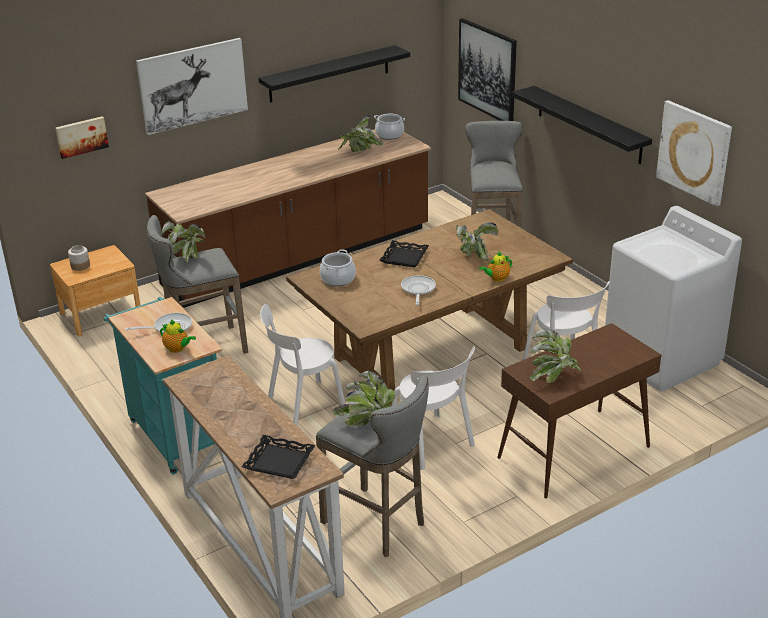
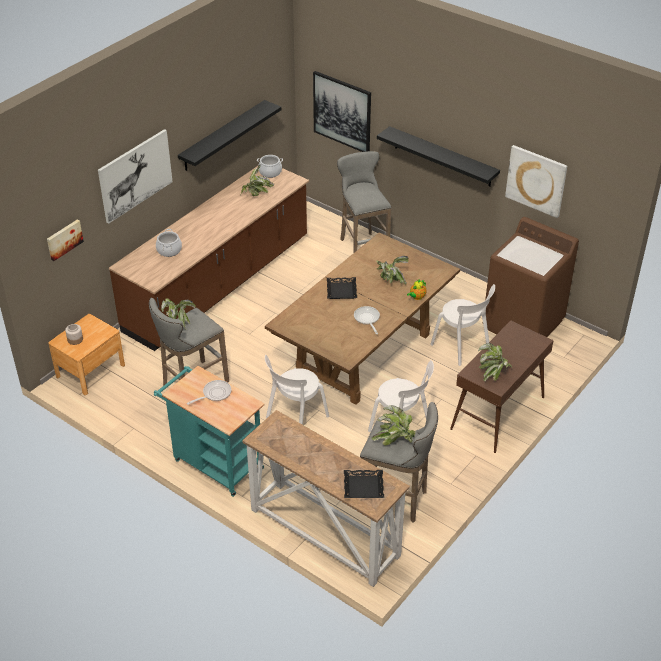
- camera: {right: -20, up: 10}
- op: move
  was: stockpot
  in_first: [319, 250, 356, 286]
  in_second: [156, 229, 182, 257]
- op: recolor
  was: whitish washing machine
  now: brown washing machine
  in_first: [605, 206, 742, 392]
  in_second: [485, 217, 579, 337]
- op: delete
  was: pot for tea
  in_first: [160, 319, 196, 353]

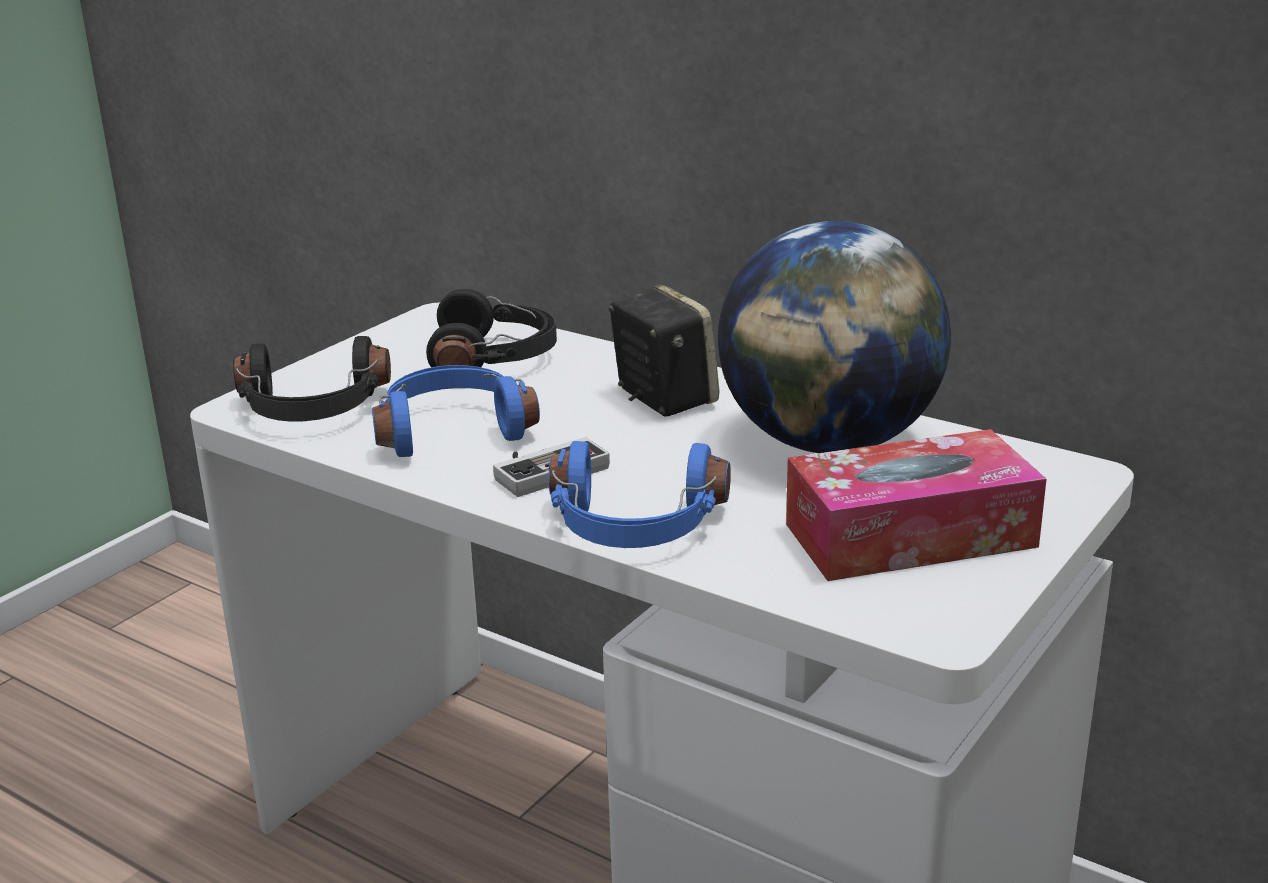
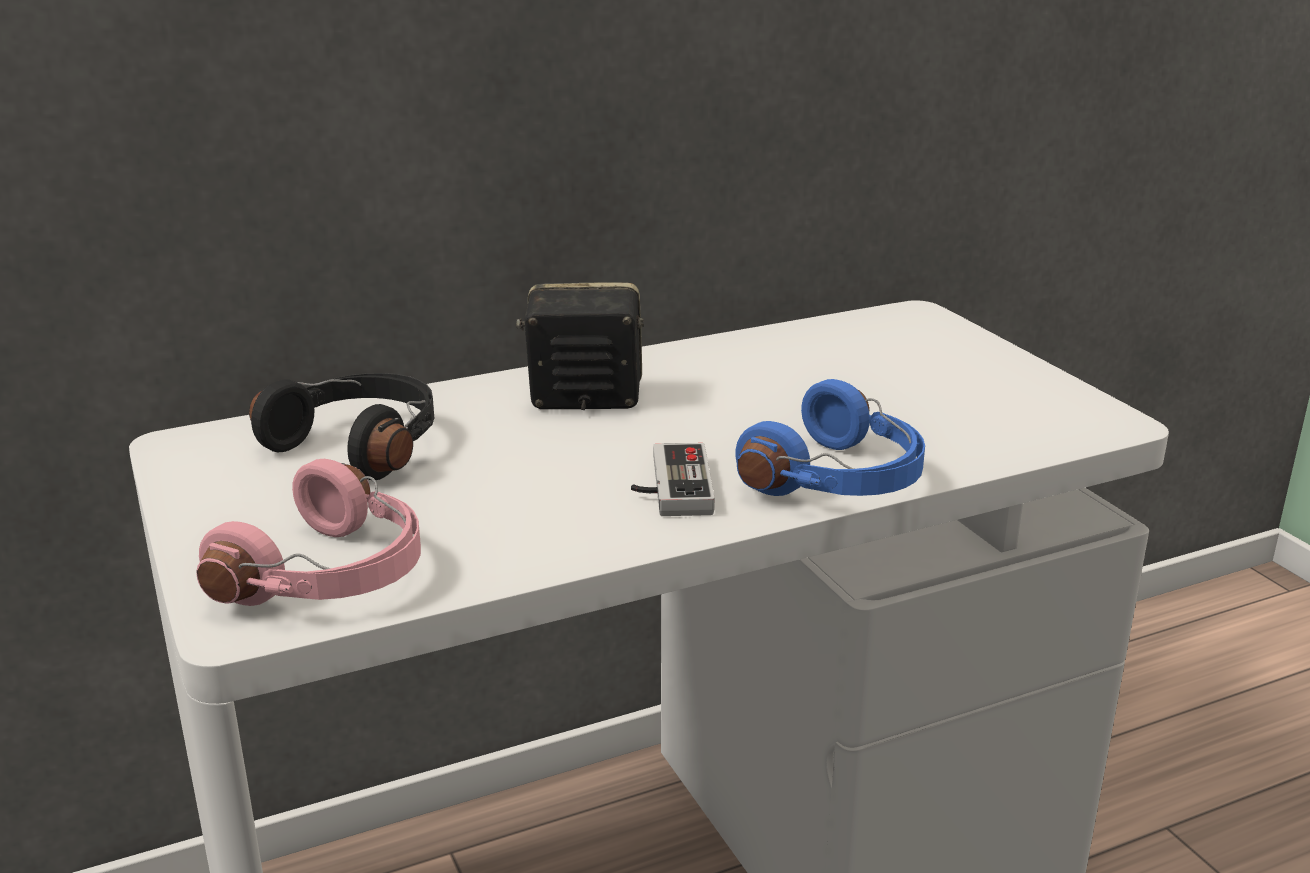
- camera: {right: -60, up: 0}
- op: recolor
  was: black-coloured headset
  now: pinkish headset
  in_first: [233, 336, 391, 422]
  in_second: [196, 459, 421, 606]
- op: delete
  was: bluish headset
  in_first: [372, 365, 540, 457]
- op: delete
  was: globe
  in_first: [718, 221, 951, 453]
- op: delete
  was: tissue box
  in_first: [786, 429, 1046, 581]

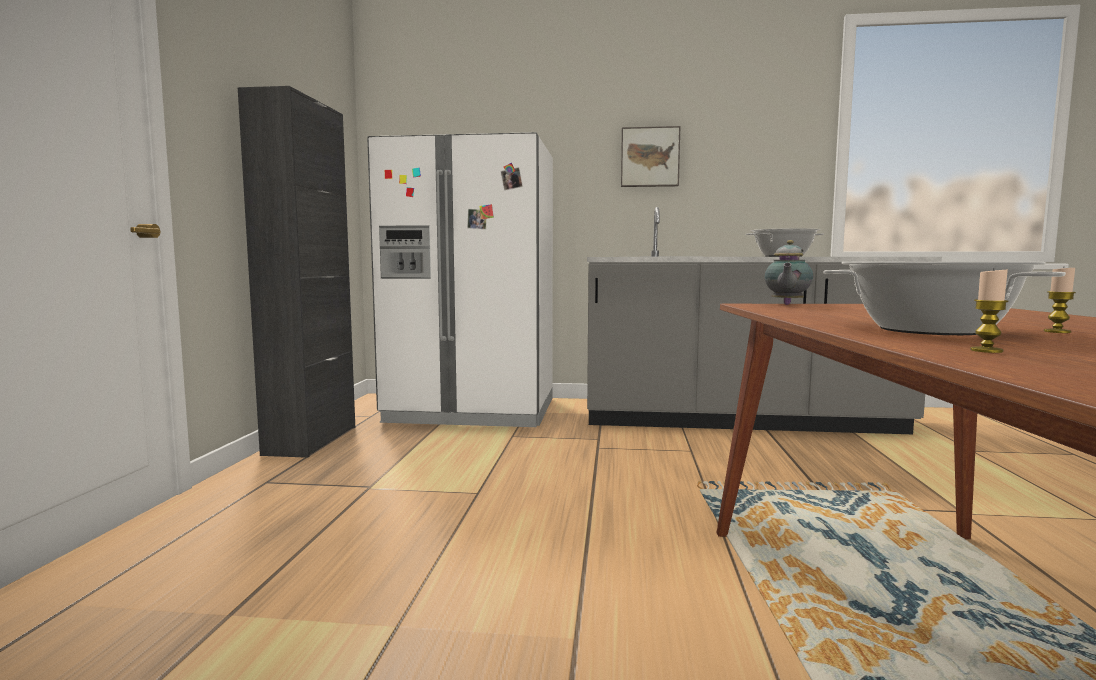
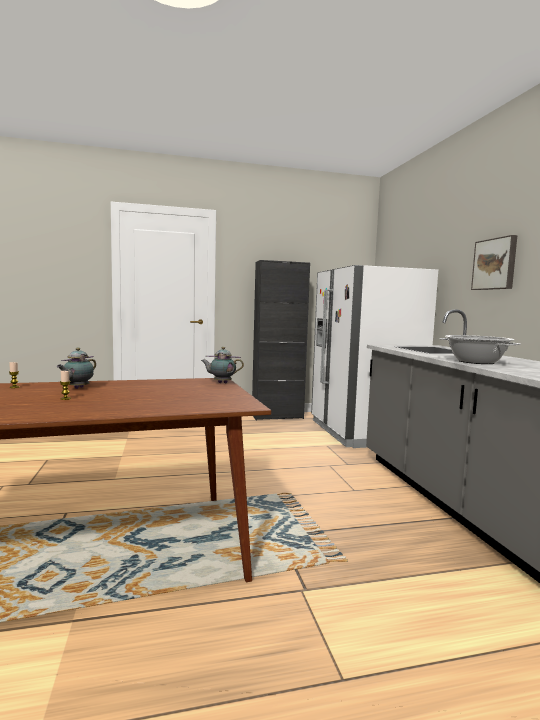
- camera: {right: 70, up: 0}
- op: replace
  was: stockpot
  now: pot for tea
  in_first: [823, 262, 1066, 335]
  in_second: [57, 348, 96, 389]

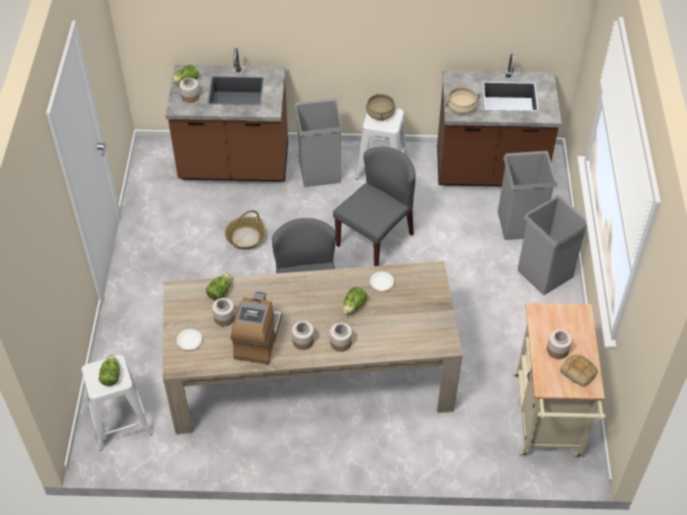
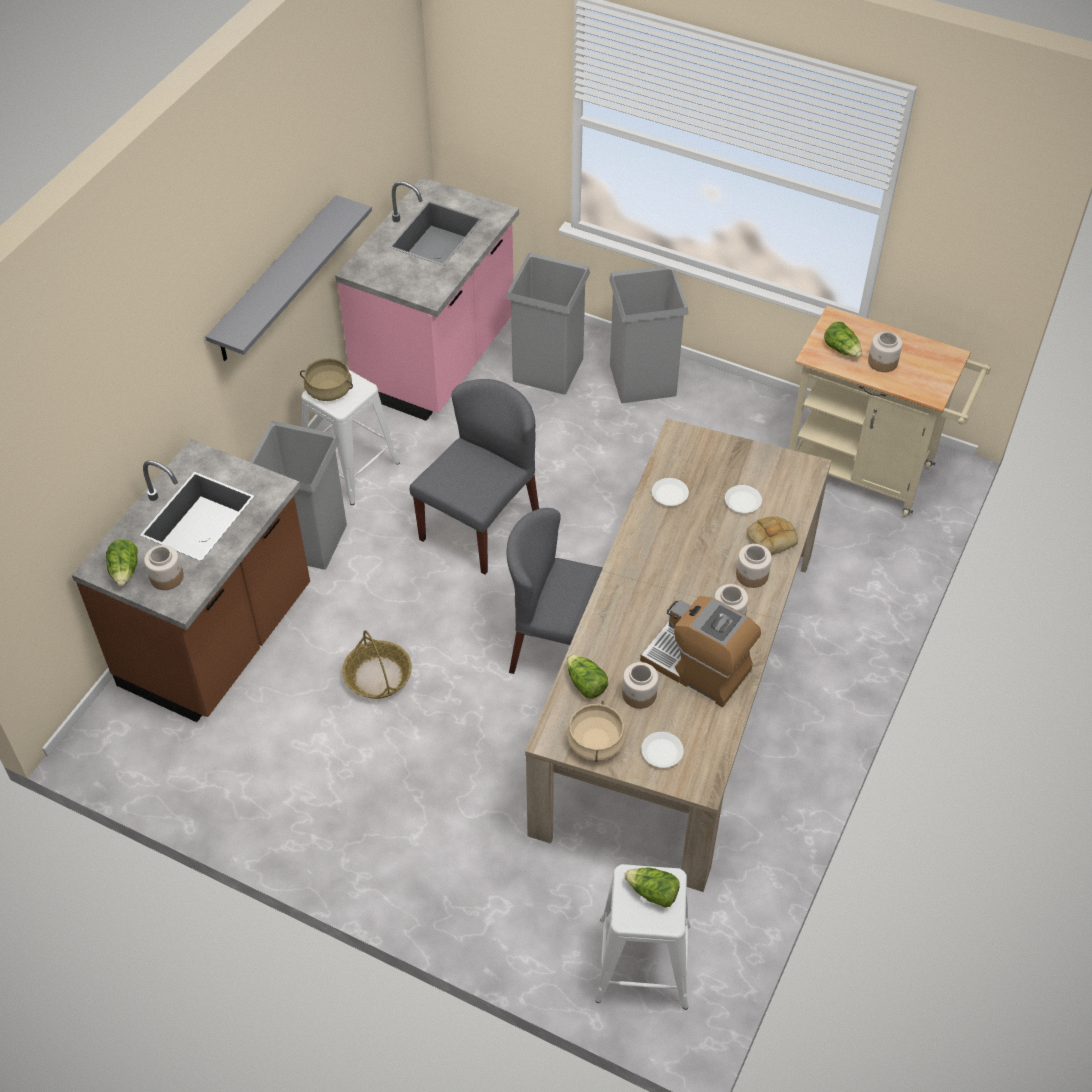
- camera: {right: -65, up: 0}
- op: insert
  now: greyish wall shelf
  in_second: [206, 195, 372, 361]
- op: recolor
  was: brown counter
  now: pinkish counter
  in_first: [437, 54, 561, 186]
  in_second: [335, 177, 519, 421]
- op: rotate
  was: greyish upright chair
  in_first: [333, 147, 416, 266]
  in_second: [410, 379, 539, 575]
  clockwise: 60
- op: move
  was: beige-coloured stockpot
  in_first: [446, 87, 480, 114]
  in_second: [567, 701, 626, 762]
- op: insert
  now: whitish flat dish
  in_second: [725, 485, 762, 513]
- op: move
  was: baked bread
  in_first: [560, 355, 598, 387]
  in_second: [747, 516, 798, 555]
- op: move
  was: head of lettuce
  in_first: [343, 287, 367, 314]
  in_second: [824, 322, 862, 358]

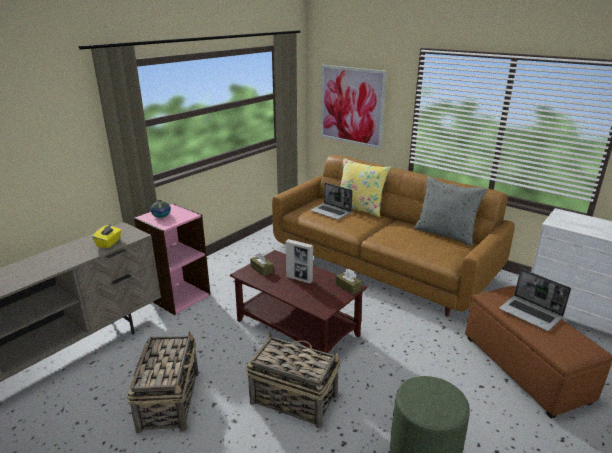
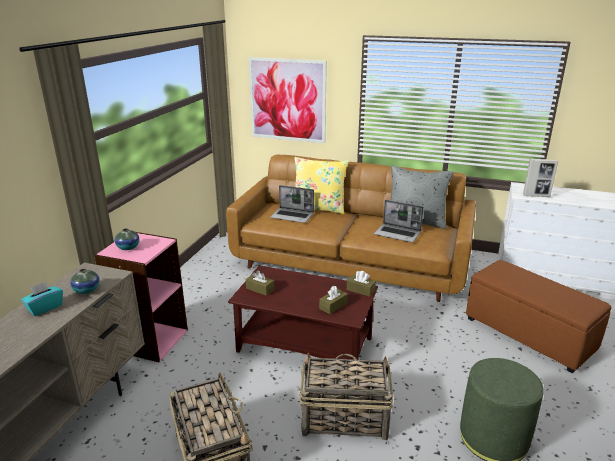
- camera: {right: -20, up: 0}
- op: insert
  now: blue-green tissue box
  in_second: [21, 281, 63, 316]
- op: replace
  was: yellowish tissue box
  now: flower vase
  in_first: [92, 223, 122, 248]
  in_second: [70, 269, 100, 294]
- op: insert
  now: brown tissue box
  in_second: [319, 286, 348, 314]
- op: move
  was: laptop
  in_first: [499, 269, 571, 331]
  in_second: [374, 200, 424, 243]
- op: move
  was: standing frame
  in_first: [286, 239, 313, 284]
  in_second: [523, 159, 558, 197]

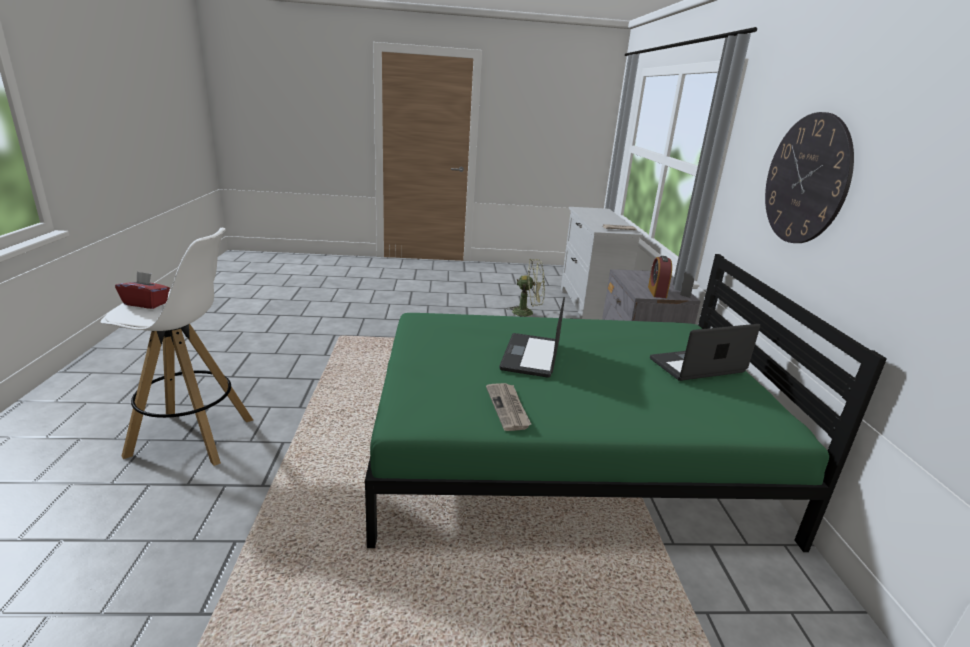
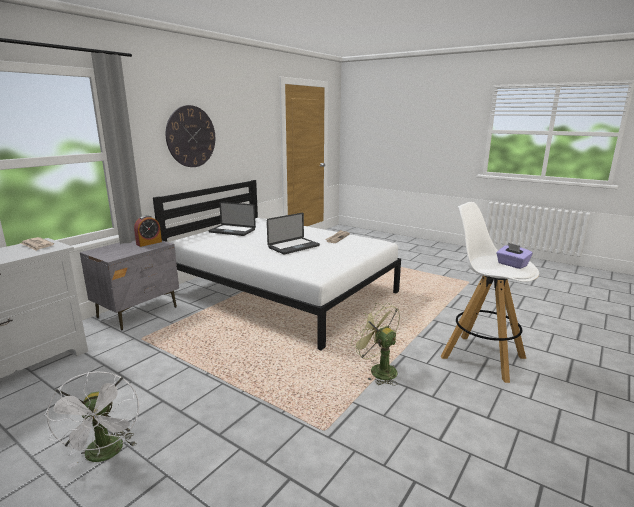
- camera: {right: -140, up: -5}
- op: insert
  now: whitish fan
  in_second: [45, 372, 139, 468]
- op: recolor
  was: greenish bed
  now: whitish bed
  in_first: [365, 254, 887, 552]
  in_second: [153, 180, 401, 350]
- op: move
  was: greenish fan
  in_first: [508, 259, 545, 317]
  in_second: [351, 303, 400, 386]
- op: recolor
  was: reddish tissue box
  now: purple-coloured tissue box
  in_first: [115, 271, 170, 309]
  in_second: [496, 243, 533, 269]

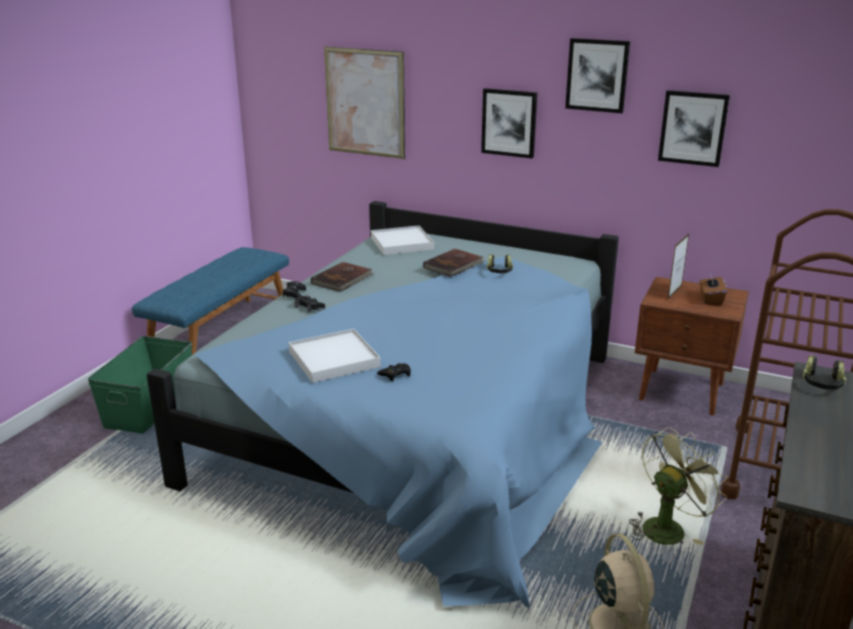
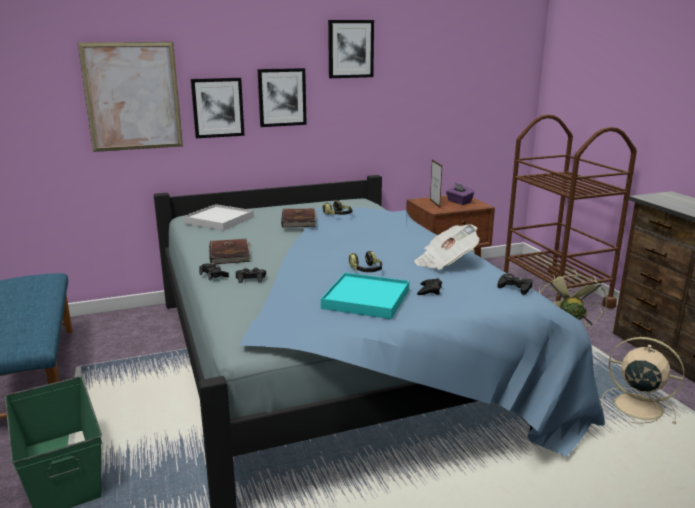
- camera: {right: -45, up: -5}
- op: move
  was: wall art
  in_first: [658, 90, 730, 167]
  in_second: [191, 78, 245, 138]
- op: recolor
  was: whitish carrying tray
  now: blue-green carrying tray
  in_first: [289, 329, 381, 383]
  in_second: [321, 273, 409, 319]
- op: move
  was: headset
  in_first: [803, 355, 846, 390]
  in_second: [349, 251, 382, 272]
- op: insert
  now: daily paper
  in_second: [414, 224, 480, 270]
- op: recolor
  was: brown tissue box
  now: purple-coloured tissue box
  in_first: [699, 272, 727, 306]
  in_second: [446, 183, 474, 205]
- op: insert
  now: black-coloured game controller
  in_second: [497, 274, 533, 295]

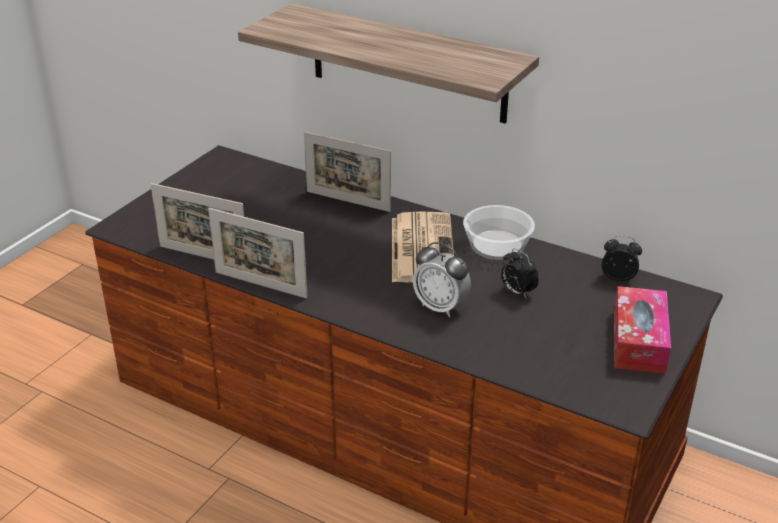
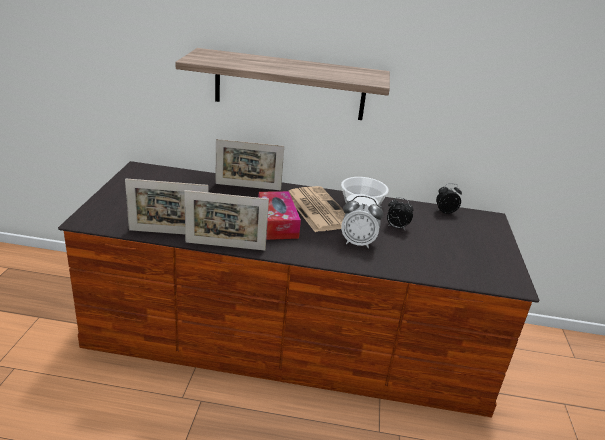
- camera: {right: -25, up: -5}
- op: move
  was: tissue box
  in_first: [614, 286, 671, 374]
  in_second: [258, 191, 301, 240]

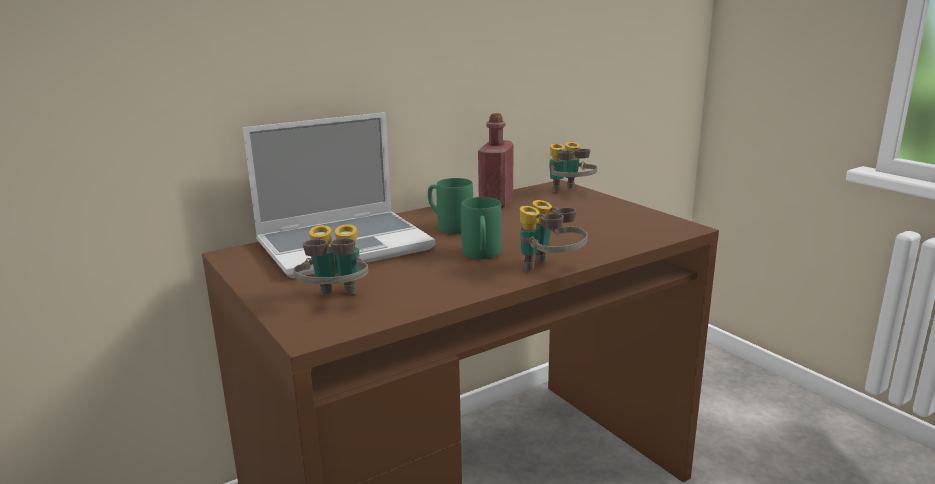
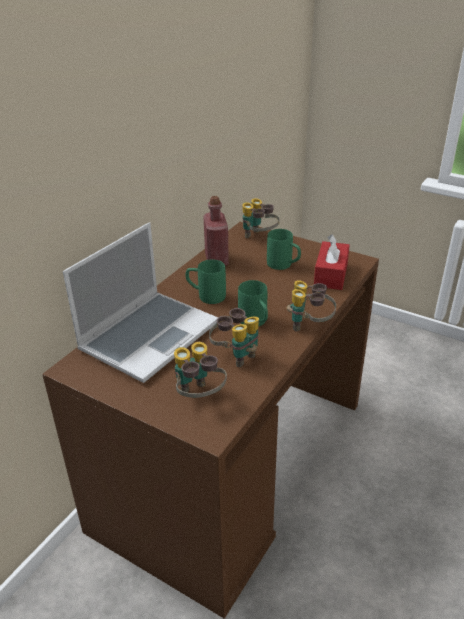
- camera: {right: -25, up: 15}
- op: insert
  now: field glasses
  in_second: [209, 308, 259, 367]
- op: insert
  now: greenish coffee mug
  in_second: [267, 229, 301, 270]
- op: insert
  now: reddish tissue box
  in_second: [314, 235, 350, 290]

